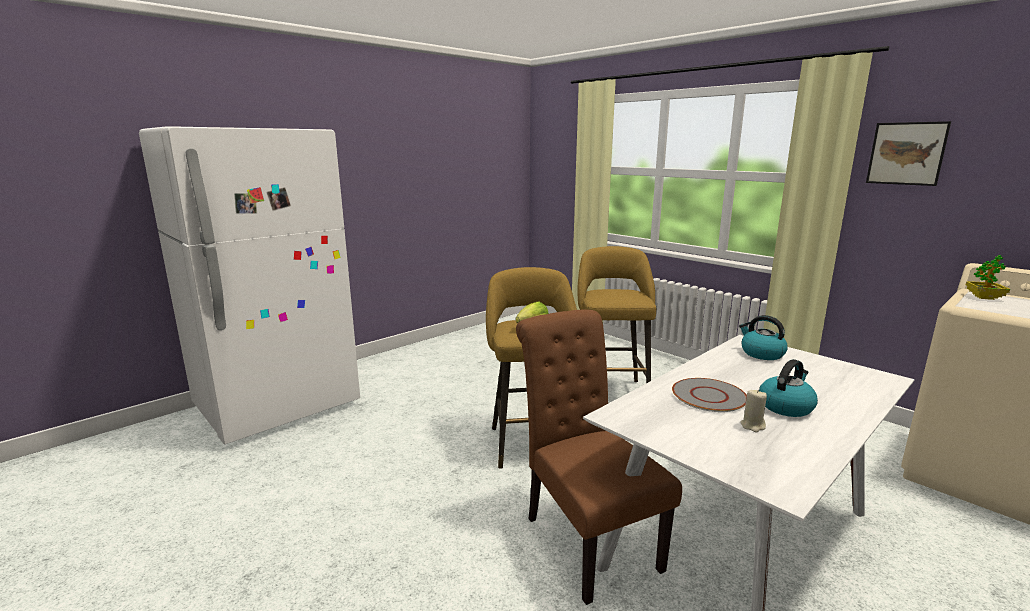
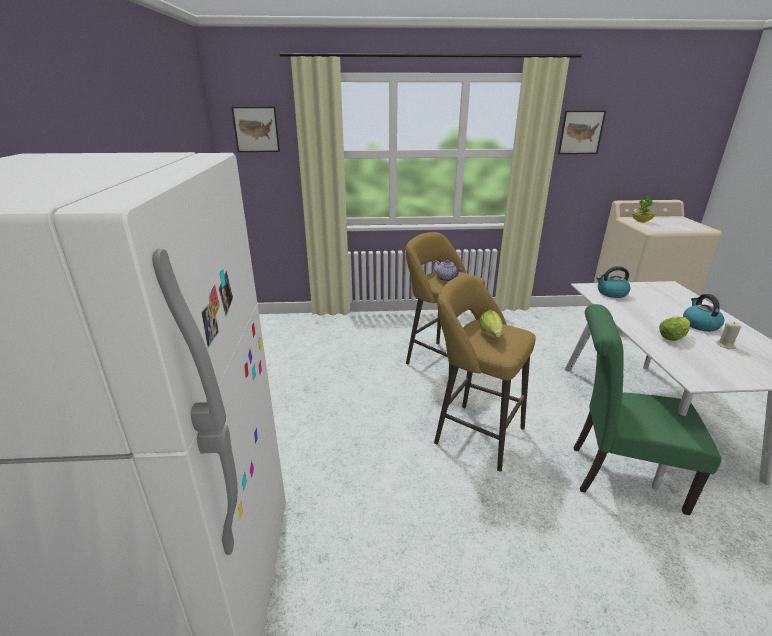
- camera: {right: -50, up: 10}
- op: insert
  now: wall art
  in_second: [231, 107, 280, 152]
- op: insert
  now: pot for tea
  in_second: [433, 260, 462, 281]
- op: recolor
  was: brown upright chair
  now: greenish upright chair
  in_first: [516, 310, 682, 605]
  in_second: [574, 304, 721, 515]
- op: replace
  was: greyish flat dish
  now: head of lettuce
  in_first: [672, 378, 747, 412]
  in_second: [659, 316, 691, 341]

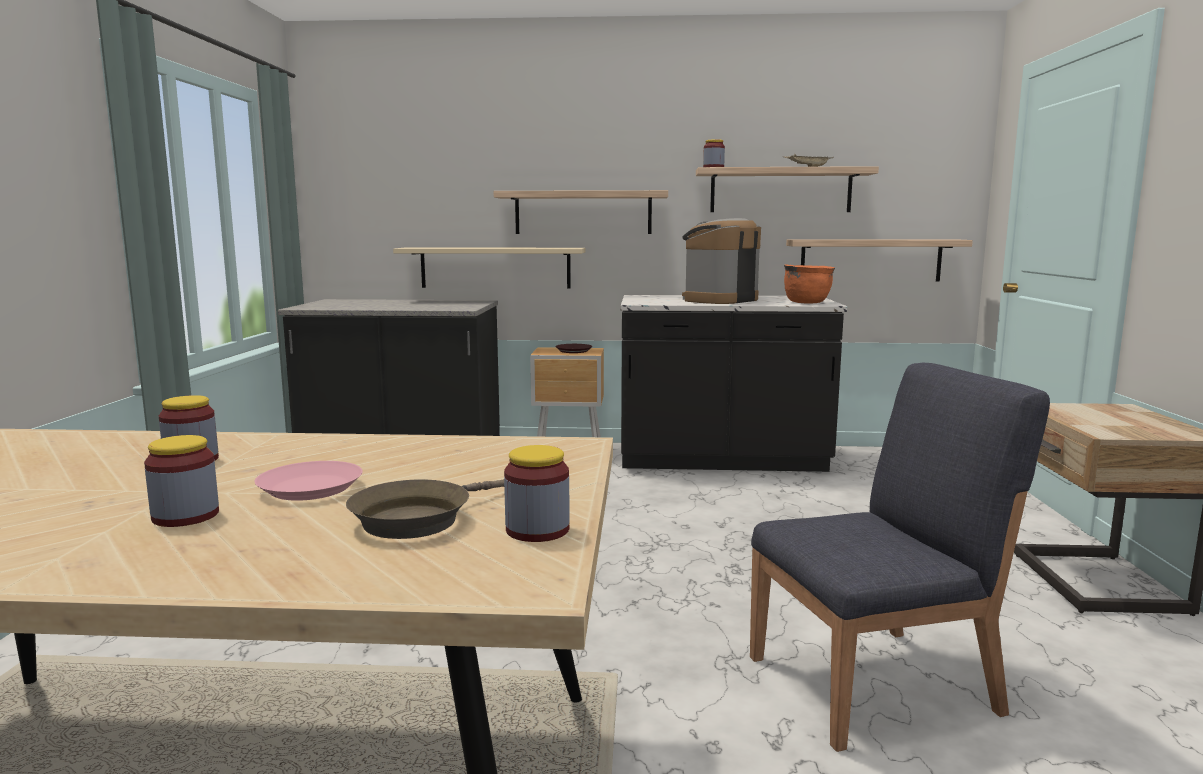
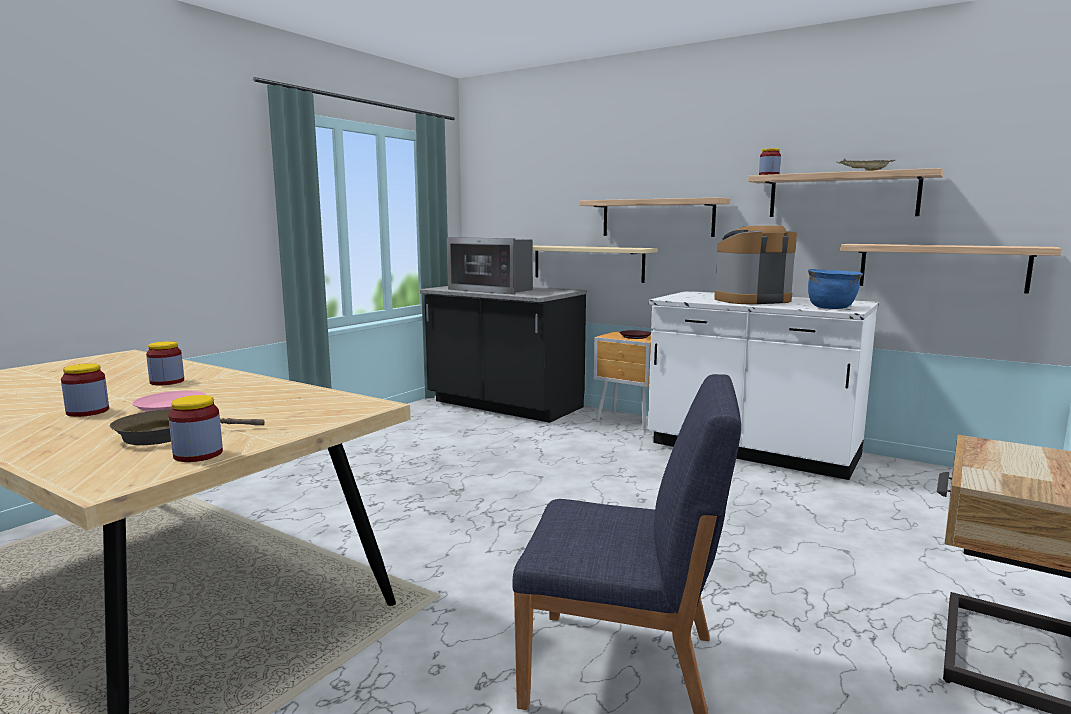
- camera: {right: 30, up: 0}
- op: insert
  now: microwave oven
  in_second: [447, 237, 533, 295]
- op: recolor
  was: black-coloured counter
  now: whitish counter
  in_first: [621, 295, 847, 472]
  in_second: [648, 291, 880, 480]
- op: recolor
  was: orange-coloured stockpot
  now: bluish stockpot
  in_first: [784, 264, 835, 303]
  in_second: [808, 269, 863, 309]

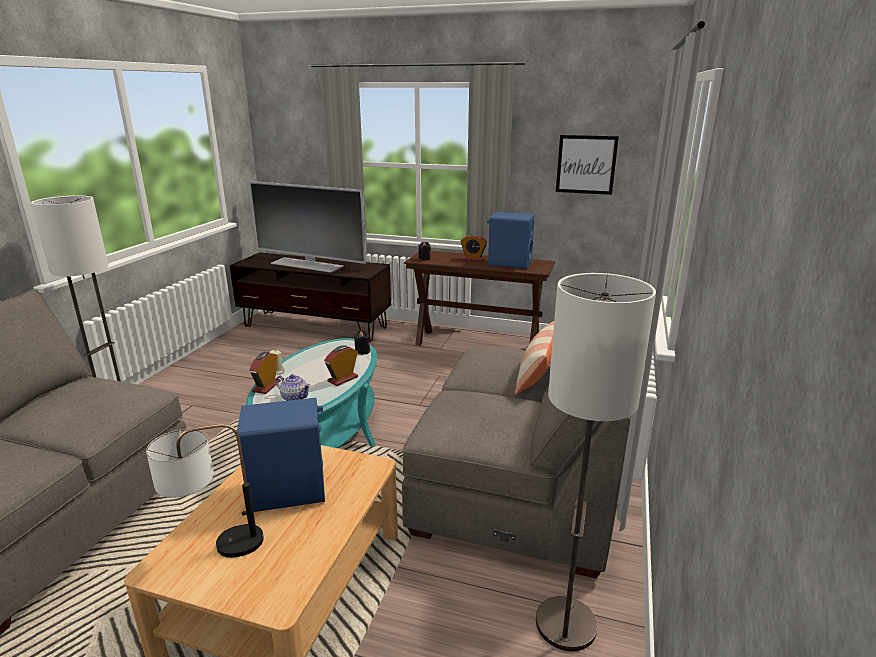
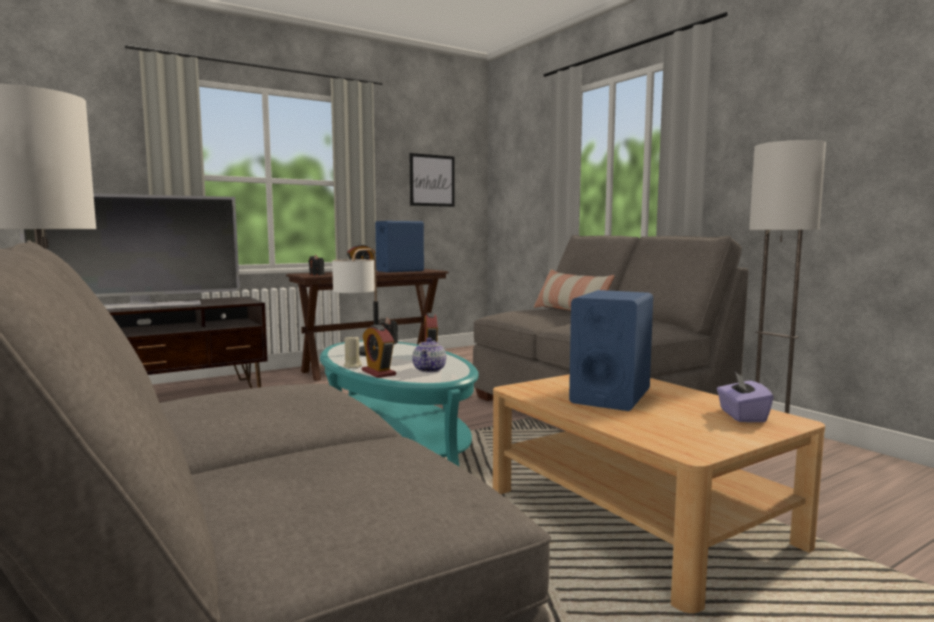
- camera: {right: -50, up: -15}
- op: move
  was: table lamp
  in_first: [146, 424, 264, 558]
  in_second: [332, 248, 379, 356]
- op: rotate
  was: pot for tea
  in_first: [276, 374, 311, 401]
  in_second: [412, 338, 446, 373]
  clockwise: 120
- op: insert
  now: purple-coloured tissue box
  in_second: [717, 372, 773, 422]

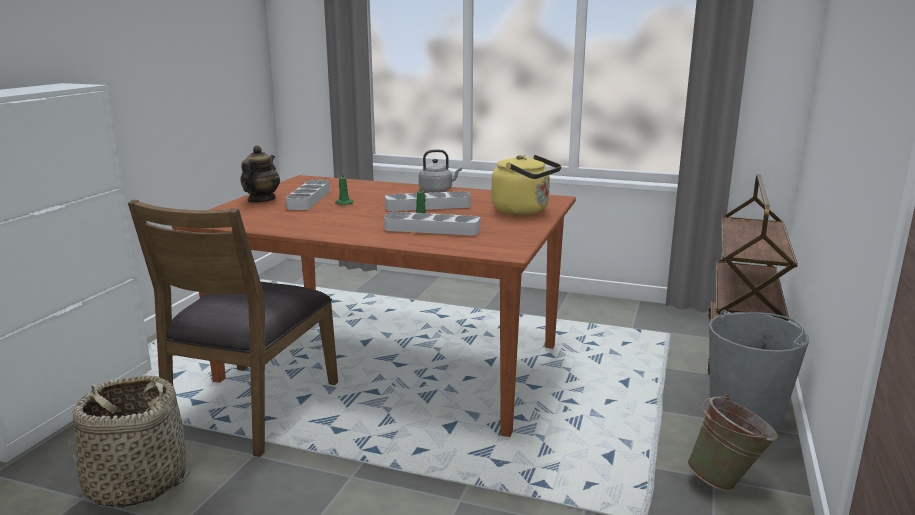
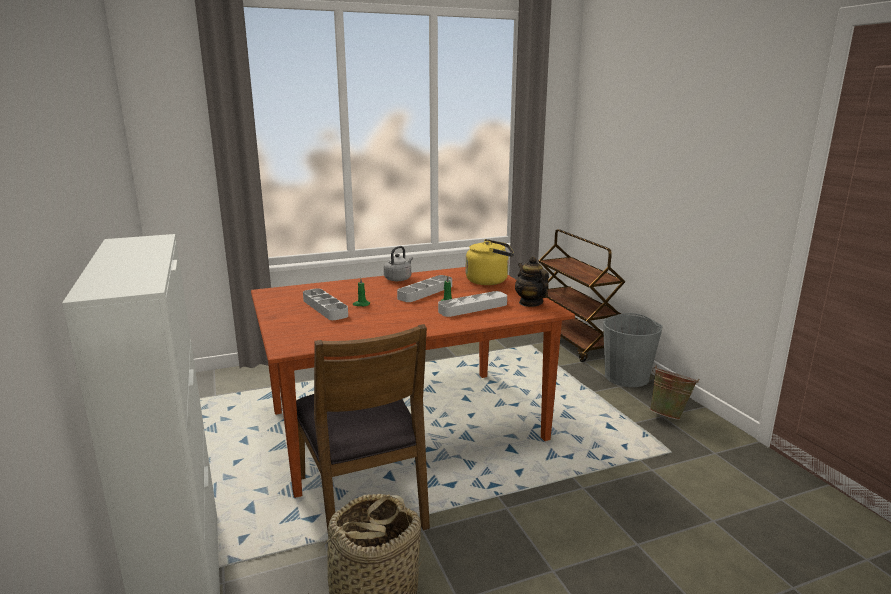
- camera: {right: -40, up: 0}
- op: move
  was: pot for tea
  in_first: [240, 145, 280, 203]
  in_second: [515, 256, 549, 307]

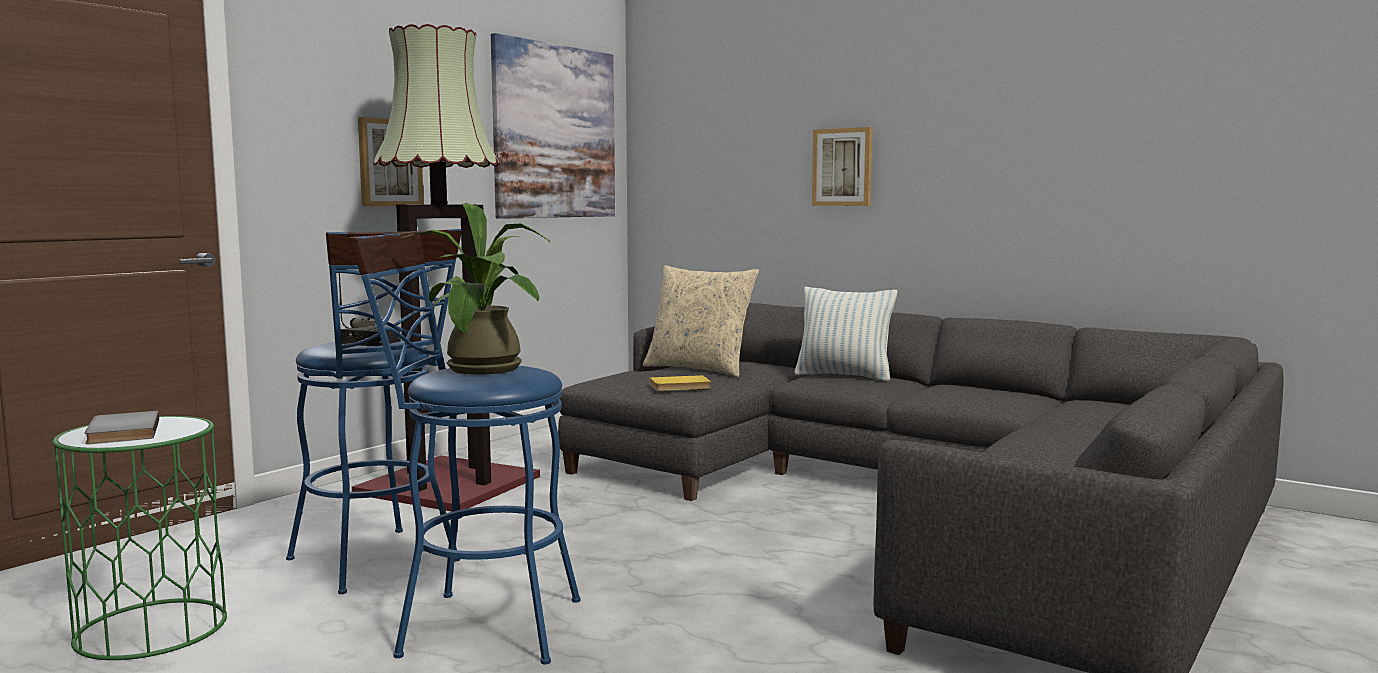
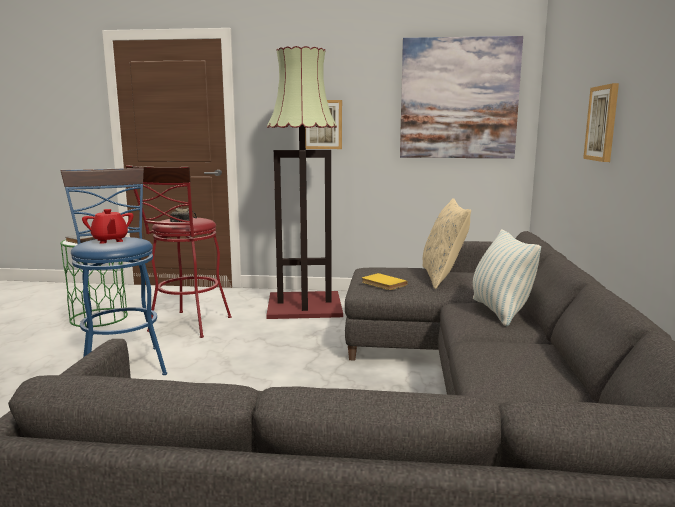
- camera: {right: 60, up: 5}
- op: replace
  was: potted plant
  now: reddish pot for tea
  in_first: [400, 203, 550, 375]
  in_second: [82, 209, 133, 244]
- op: recolor
  was: bluish sitting stool
  now: reddish sitting stool
  in_first: [286, 229, 462, 594]
  in_second: [126, 165, 232, 338]

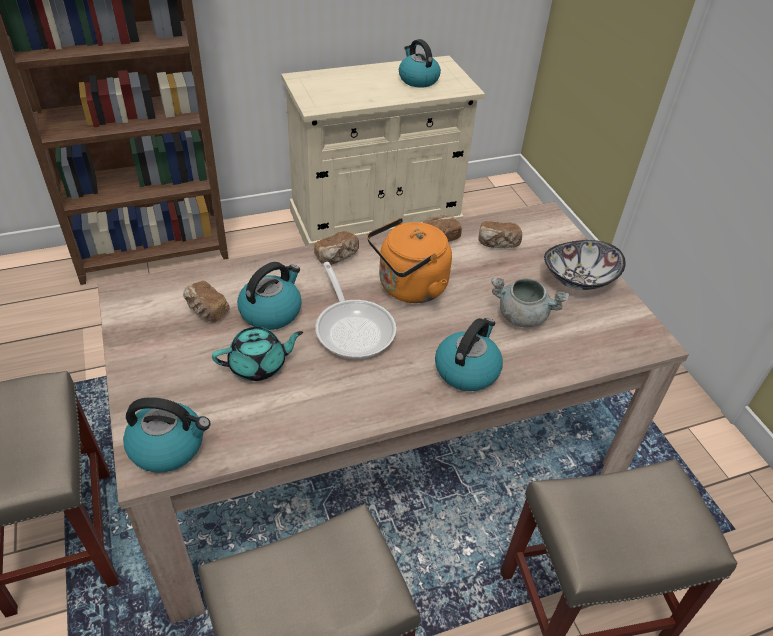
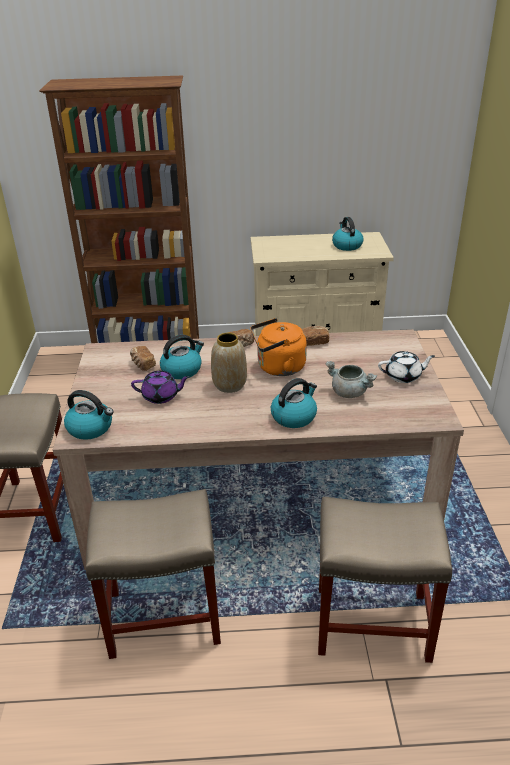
- camera: {right: 20, up: -10}
- op: recolor
  was: blue-green pot for tea
  now: purple-coloured pot for tea
  in_first: [212, 327, 303, 381]
  in_second: [131, 371, 190, 404]
- op: replace
  was: pan
  now: flower vase
  in_first: [315, 262, 396, 359]
  in_second: [211, 333, 247, 393]
- op: replace
  was: serving bowl
  now: whitish pot for tea
  in_first: [544, 240, 626, 290]
  in_second: [378, 351, 435, 383]
- op: delete
  was: baked bread
  in_first: [478, 221, 522, 248]

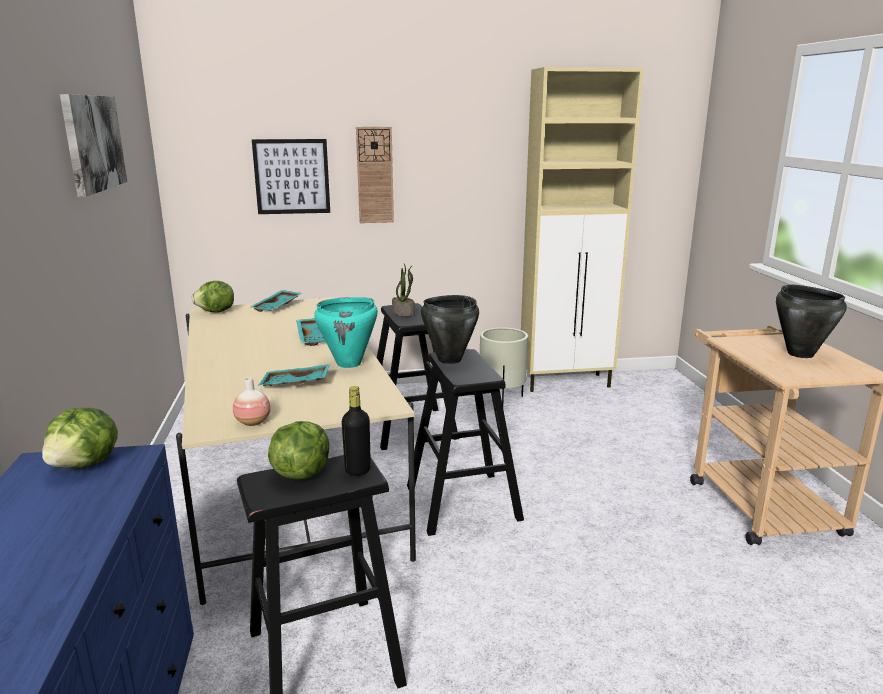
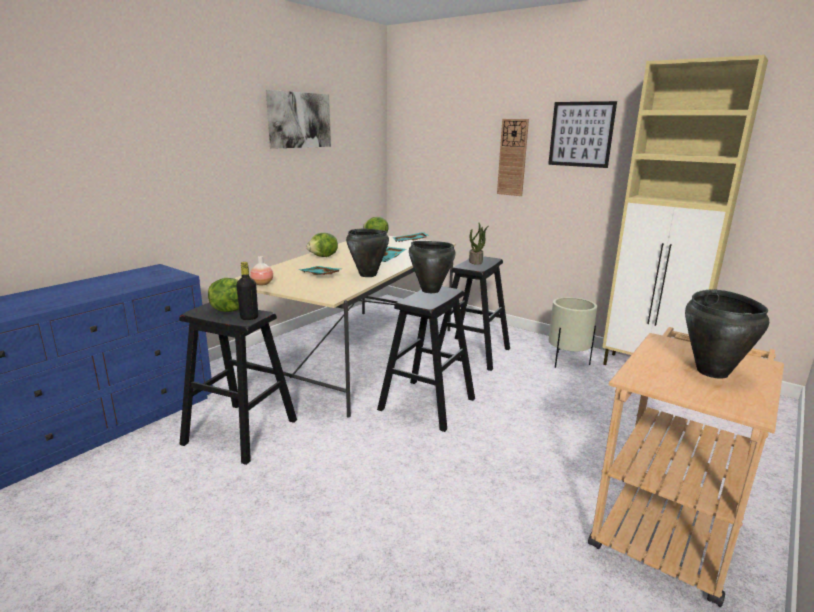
- camera: {right: 45, up: 0}
- op: move
  was: head of lettuce
  in_first: [42, 408, 118, 469]
  in_second: [306, 233, 338, 257]
- op: recolor
  was: blue-green stockpot
  now: black-coloured stockpot
  in_first: [314, 297, 378, 368]
  in_second: [346, 229, 389, 277]
- op: move
  was: wall art
  in_first: [252, 139, 330, 214]
  in_second: [548, 101, 617, 168]

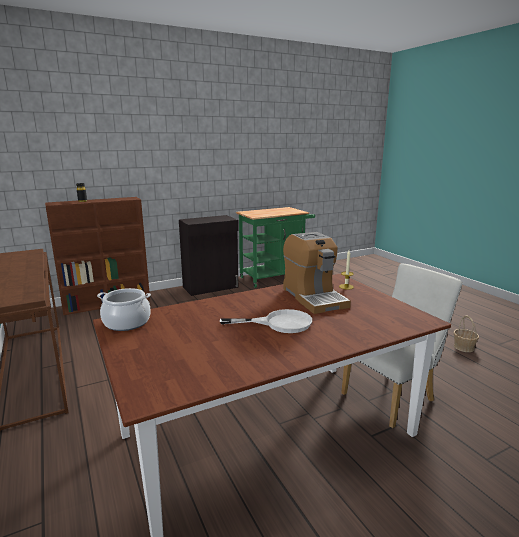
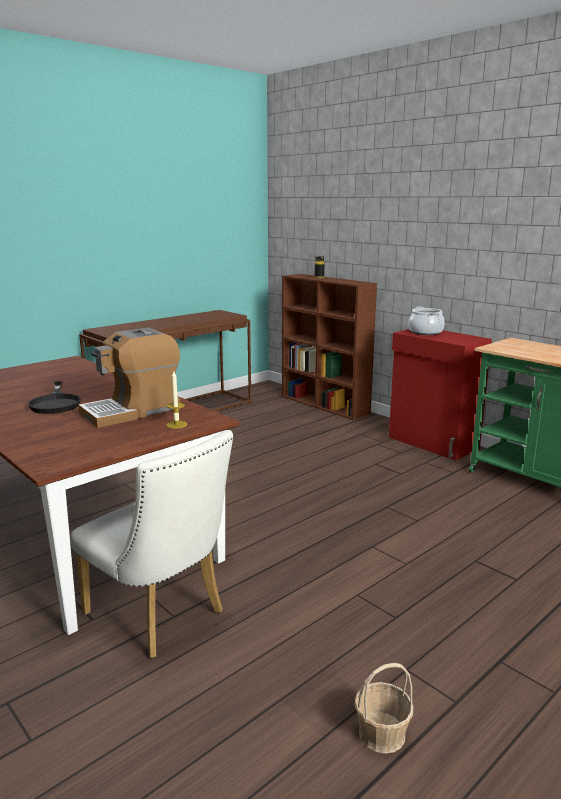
- camera: {right: 75, up: 0}
- op: recolor
  was: whitish pan
  now: black-coloured pan
  in_first: [220, 309, 312, 333]
  in_second: [28, 381, 81, 414]
- op: recolor
  was: black-coloured cupboard
  now: reddish cupboard
  in_first: [179, 215, 239, 296]
  in_second: [389, 329, 492, 460]
- op: move
  was: stockpot
  in_first: [97, 288, 151, 331]
  in_second: [408, 306, 444, 335]

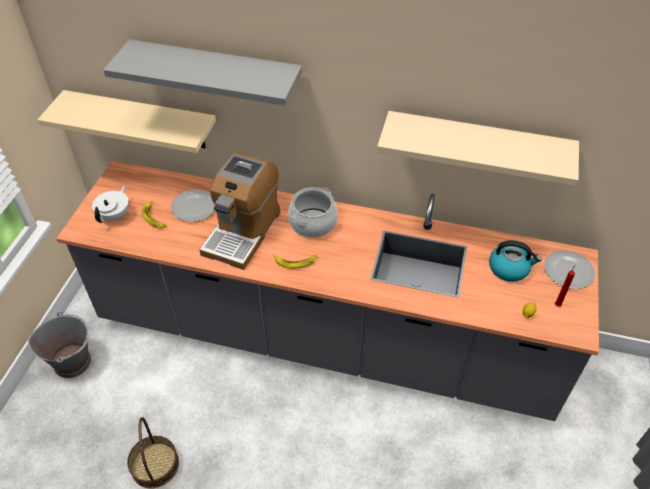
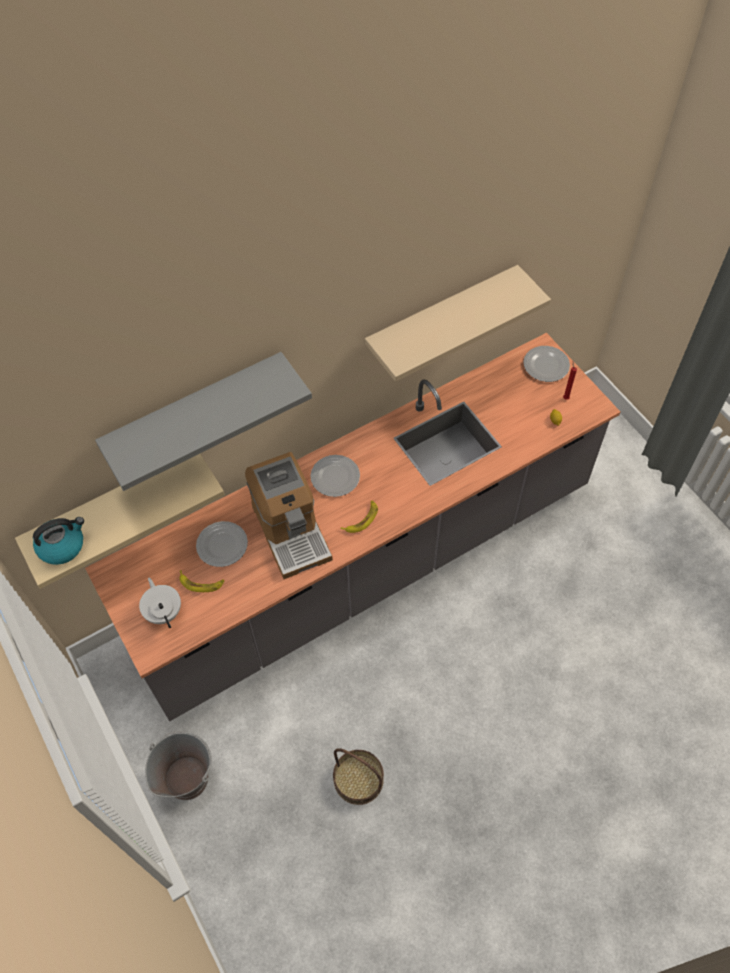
- camera: {right: -45, up: 10}
- op: move
  was: tea kettle
  in_first: [489, 240, 542, 282]
  in_second: [33, 517, 84, 565]
- op: replace
  was: stockpot
  now: flat dish
  in_first: [288, 187, 338, 238]
  in_second: [310, 455, 360, 497]

